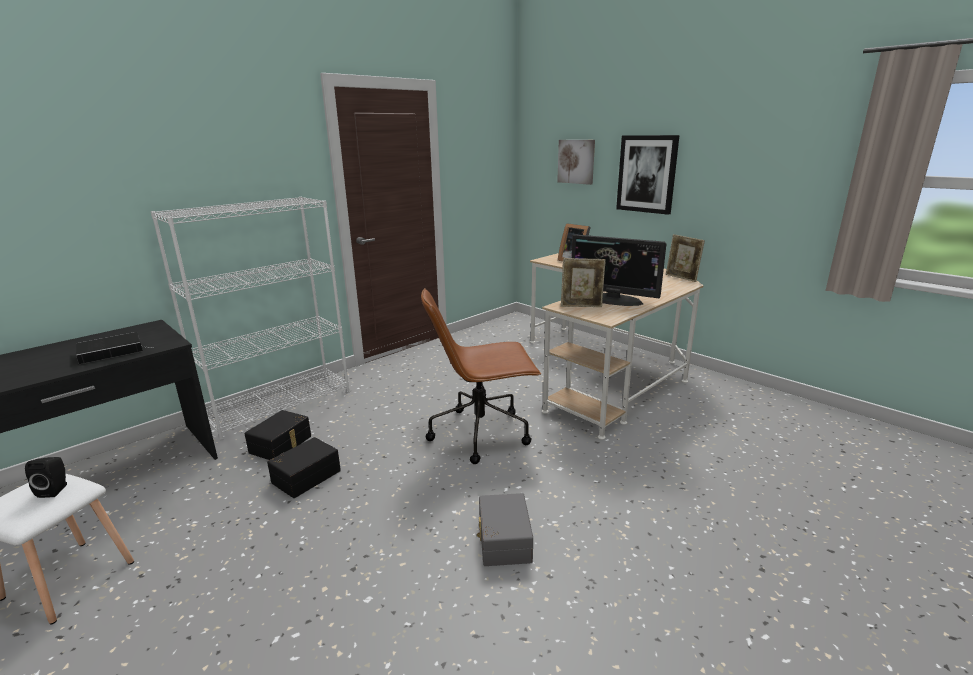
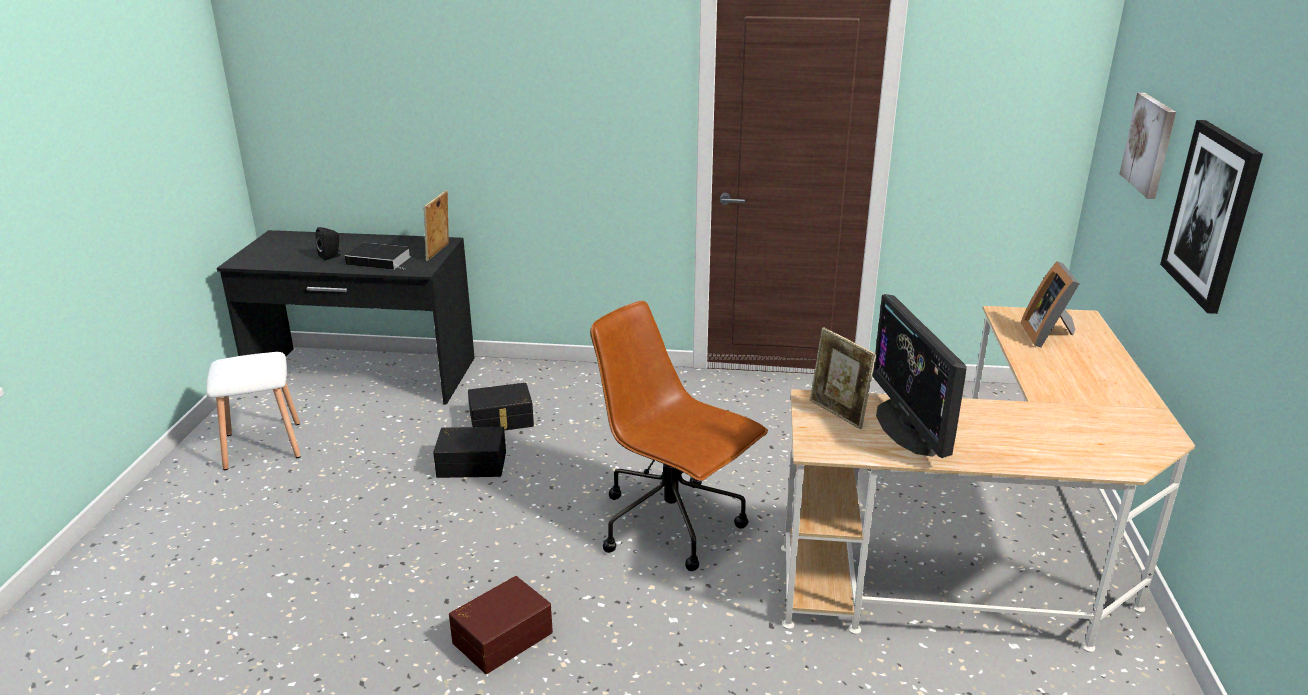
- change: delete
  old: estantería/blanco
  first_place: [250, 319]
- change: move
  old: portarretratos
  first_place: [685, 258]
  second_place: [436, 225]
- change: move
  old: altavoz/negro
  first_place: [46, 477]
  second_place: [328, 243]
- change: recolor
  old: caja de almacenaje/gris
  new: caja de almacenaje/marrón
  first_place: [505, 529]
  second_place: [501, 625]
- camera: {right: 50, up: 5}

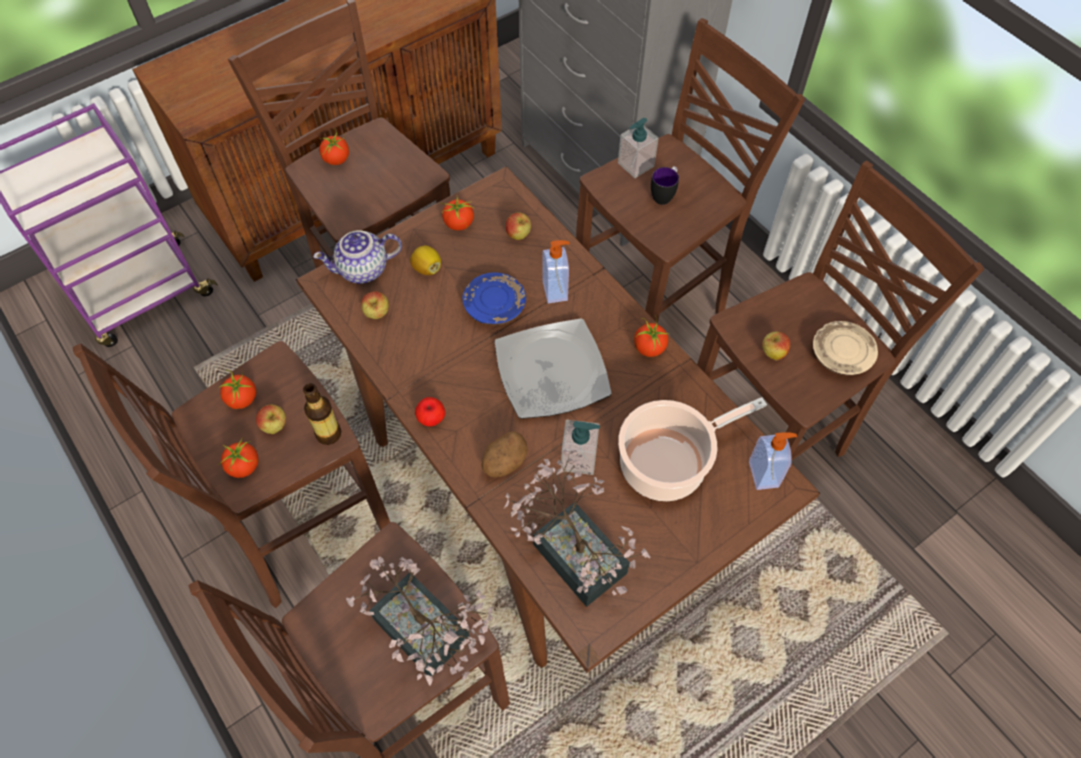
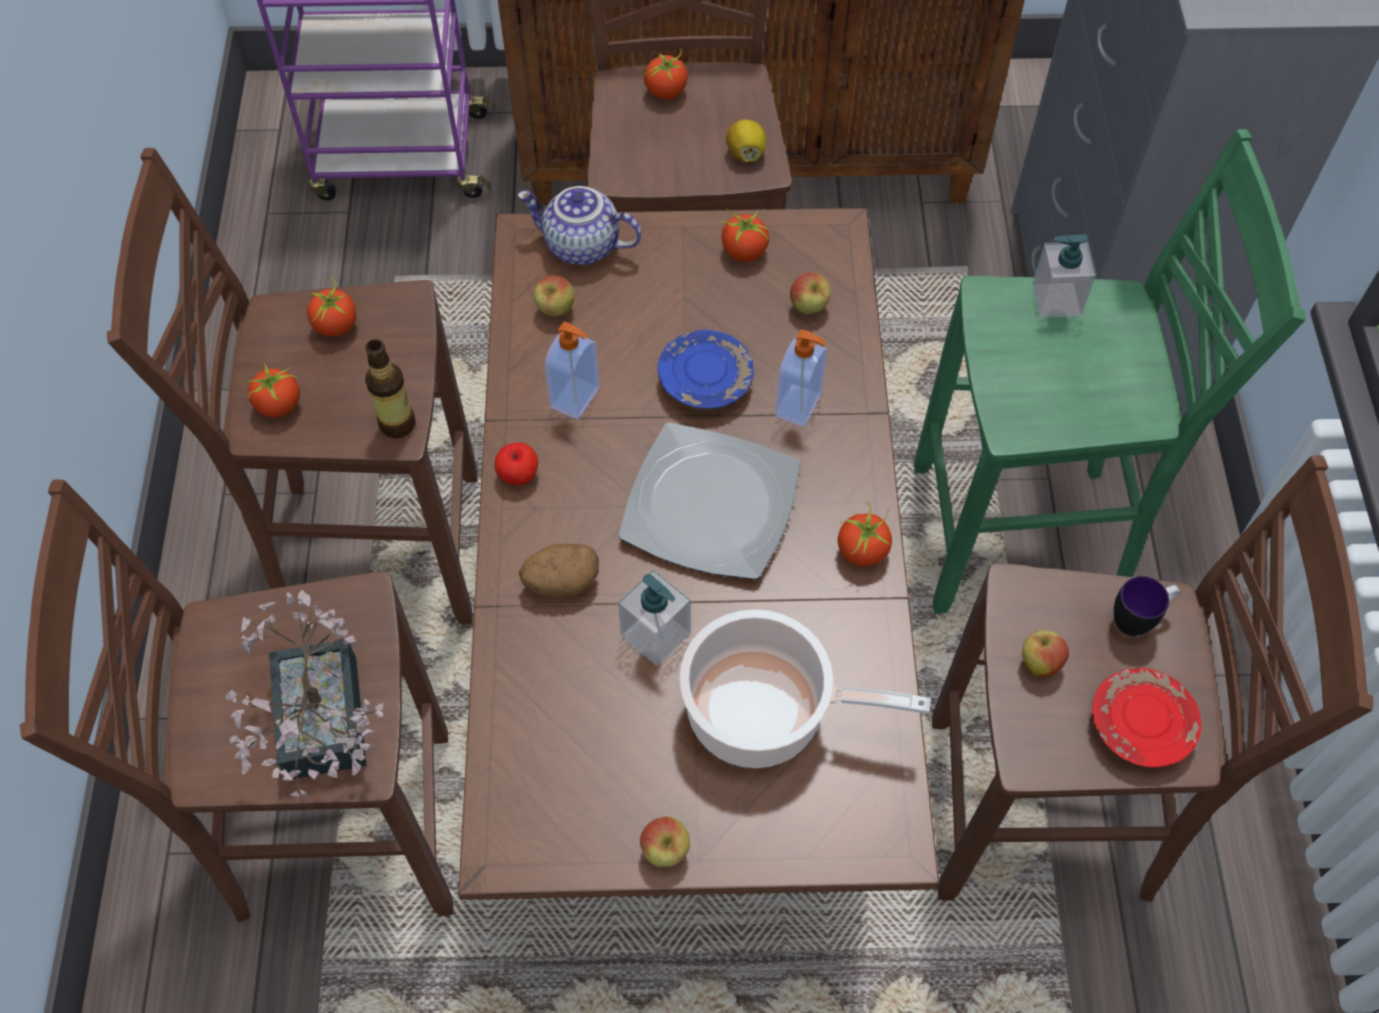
- change: recolor
  old: taburete/marrón
  new: taburete/verde
  first_place: [690, 170]
  second_place: [1110, 371]
- change: move
  old: taza grande
  first_place: [665, 185]
  second_place: [1147, 606]
- change: move
  old: limón
  first_place: [425, 260]
  second_place: [746, 140]
- change: recolor
  old: plato/beis
  new: plato/rojo
  first_place: [845, 348]
  second_place: [1146, 717]
- change: move
  old: manzana
  first_place: [271, 419]
  second_place: [665, 842]
- change: move
  old: dispensador de jabón
  first_place: [773, 461]
  second_place: [572, 371]
- change: delete
  old: planta en maceta
  first_place: [577, 528]
- camera: {right: 35, up: 0}

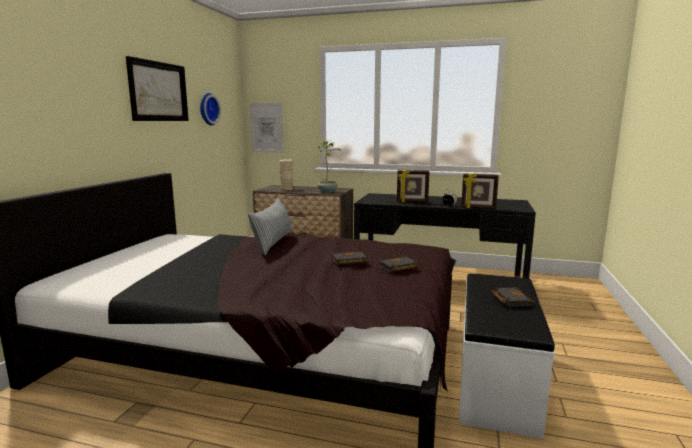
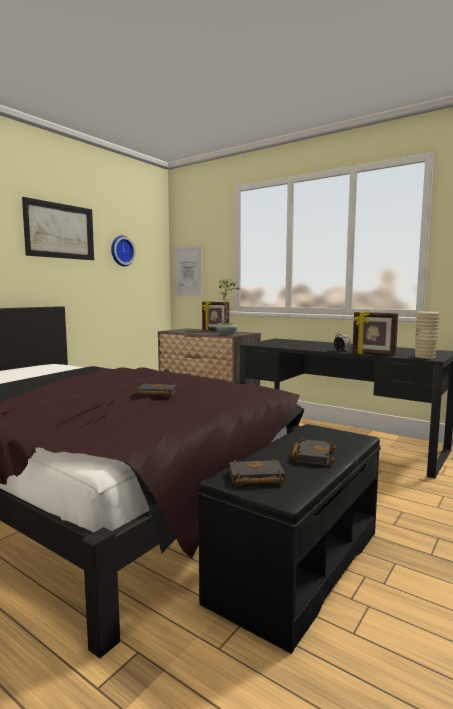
- change: move
  old: florero/beis
  first_place: [286, 174]
  second_place: [427, 335]
- change: move
  old: portarretratos
  first_place: [413, 186]
  second_place: [215, 316]
- change: delete
  old: cojín
  first_place: [270, 226]
- change: move
  old: libro/negro
  first_place: [399, 264]
  second_place: [257, 472]
- change: recolor
  old: banco/blanco
  new: banco/negro
  first_place: [507, 356]
  second_place: [289, 539]
- camera: {right: 20, up: -5}

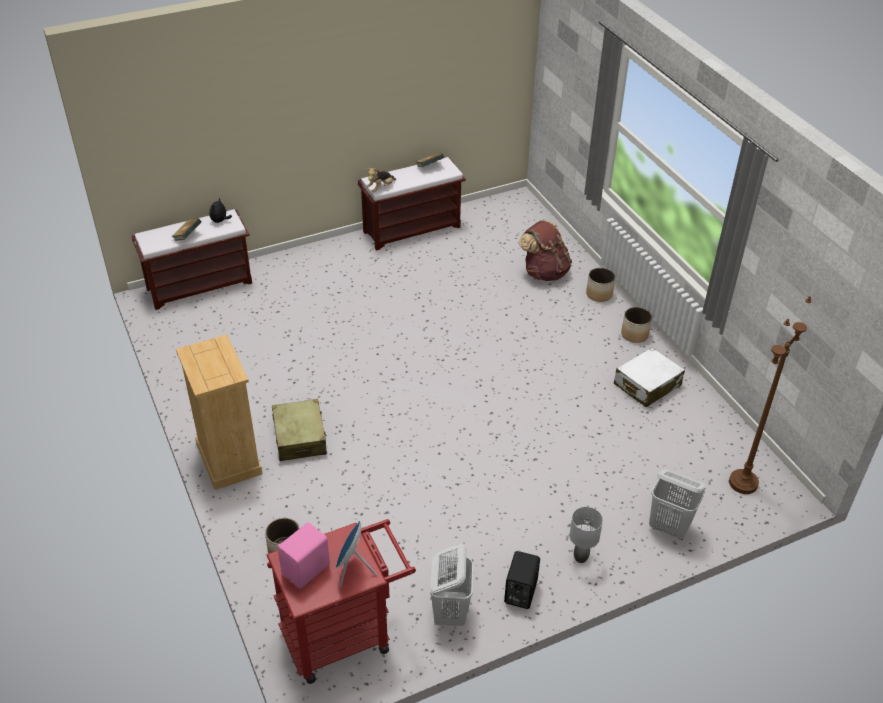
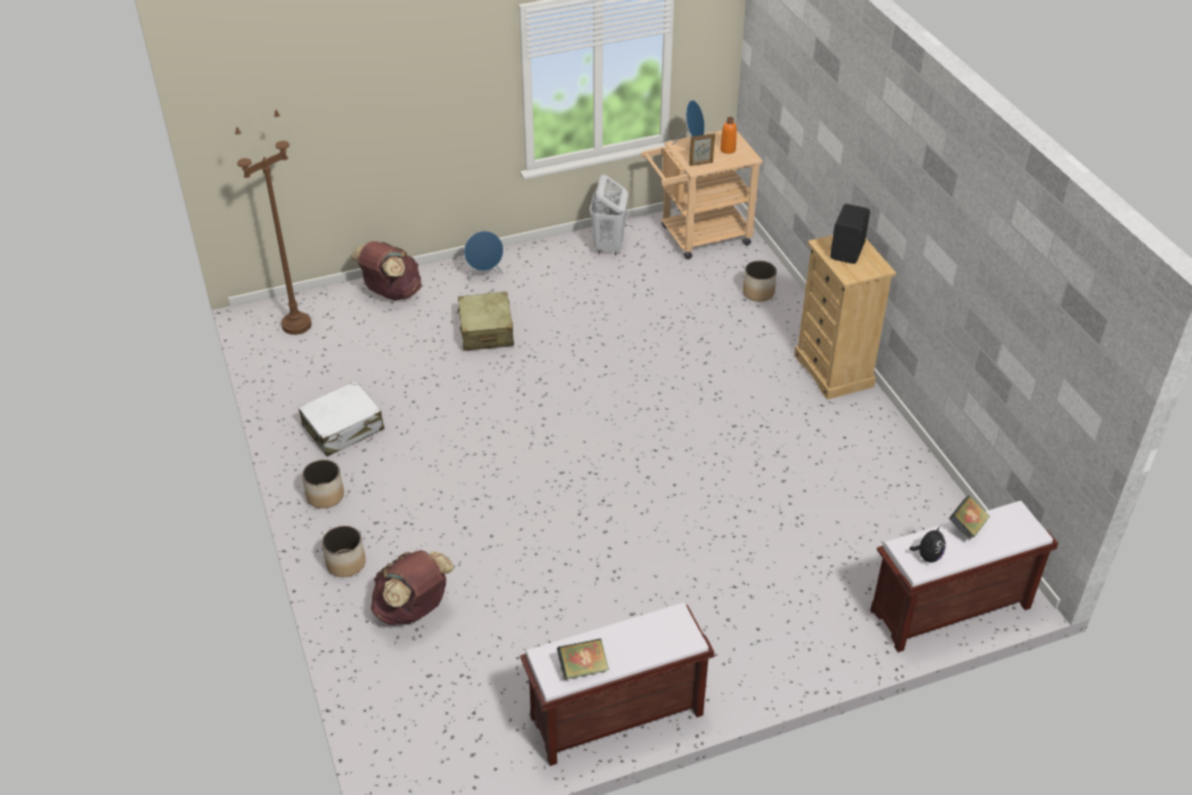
- change: delete
  old: peluche
  first_place: [381, 180]
- change: move
  old: maleta/beis
  first_place: [299, 430]
  second_place: [485, 321]
- change: replace
  old: cesto de la ropa/blanco
  new: mochila/marrón
  first_place: [677, 504]
  second_place: [386, 271]
- change: replace
  old: lámpara de mesa/gris
  new: altavoz/azul
  first_place: [586, 535]
  second_place: [483, 256]
- change: recolor
  old: carrito/rojo
  new: carrito/beis
  first_place: [341, 601]
  second_place: [702, 194]
- change: replace
  old: altavoz/rosa
  new: botella/naranja
  first_place: [303, 555]
  second_place: [728, 135]
- change: move
  old: altavoz/negro
  first_place: [522, 580]
  second_place: [850, 234]
- change: insert
  new: portarretratos
  second_place: [702, 149]
- camera: {right: -175, up: 0}

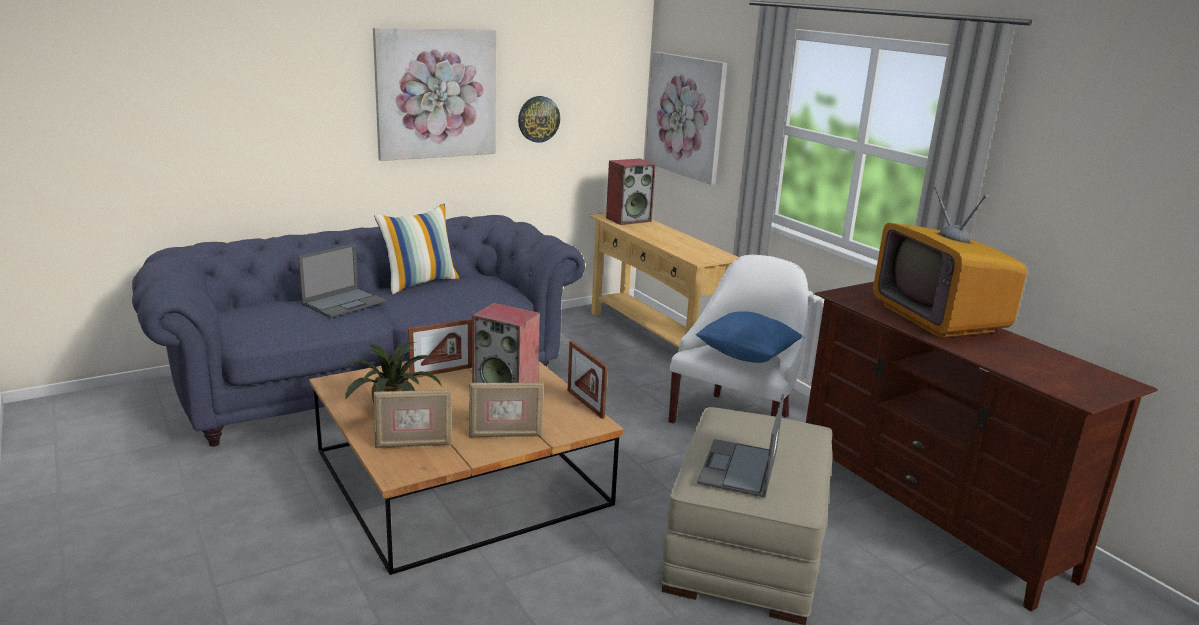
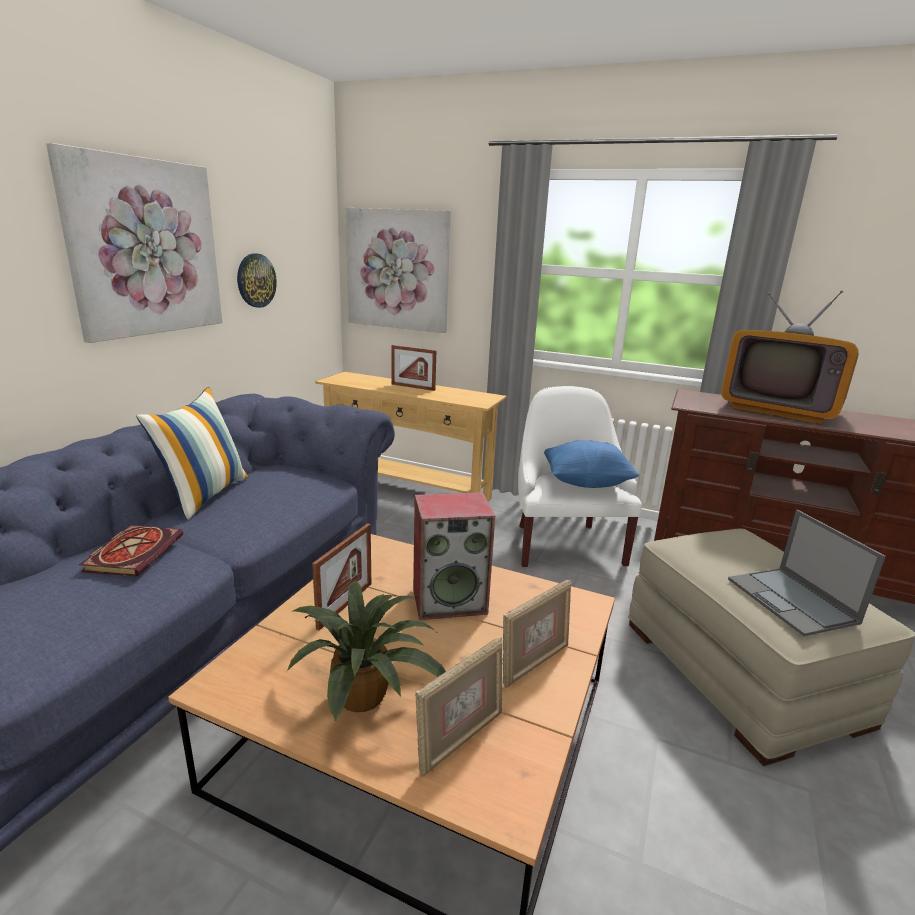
- change: delete
  old: altavoz
  first_place: [631, 191]
- change: replace
  old: portátil
  new: libro
  first_place: [342, 281]
  second_place: [131, 550]
- change: move
  old: portarretratos
  first_place: [587, 380]
  second_place: [413, 368]
- camera: {right: -35, up: 0}

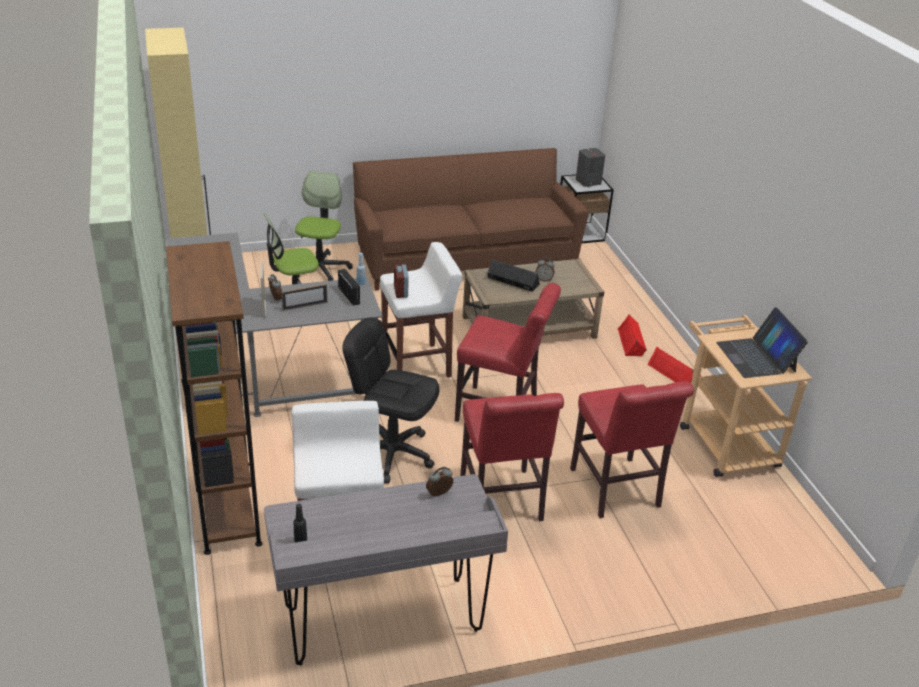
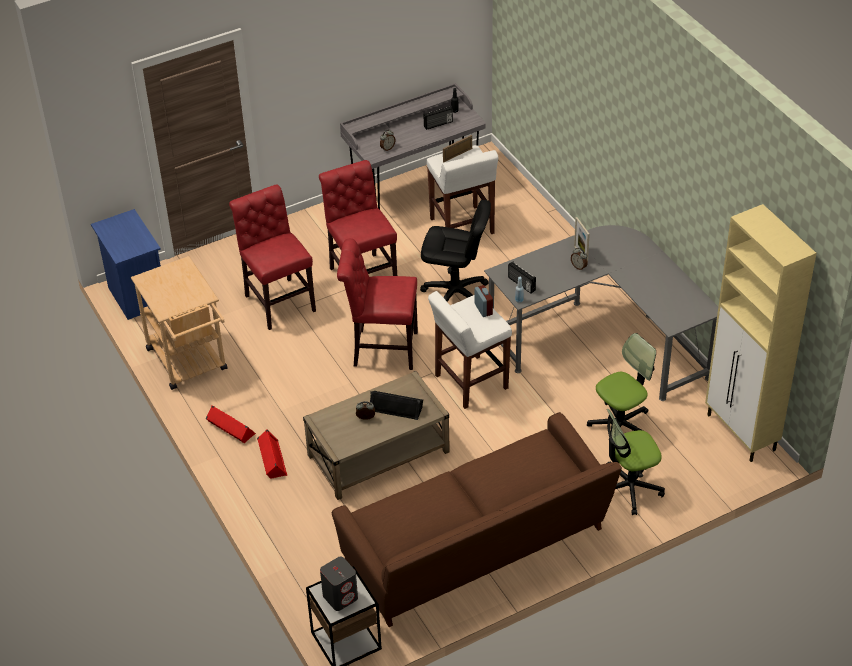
- change: rotate
  old: silla de oficina
  first_place: [324, 226]
  second_place: [636, 462]
  degrees: 75
- change: delete
  old: estantería/marrón
  first_place: [214, 398]
- change: move
  old: portarretratos
  first_place: [304, 297]
  second_place: [457, 148]
- change: delete
  old: portátil
  first_place: [762, 342]
- change: insert
  new: radio
  second_place: [438, 118]
- change: insert
  new: mesita de noche/azul
  second_place: [126, 264]
- camera: {right: 170, up: 10}

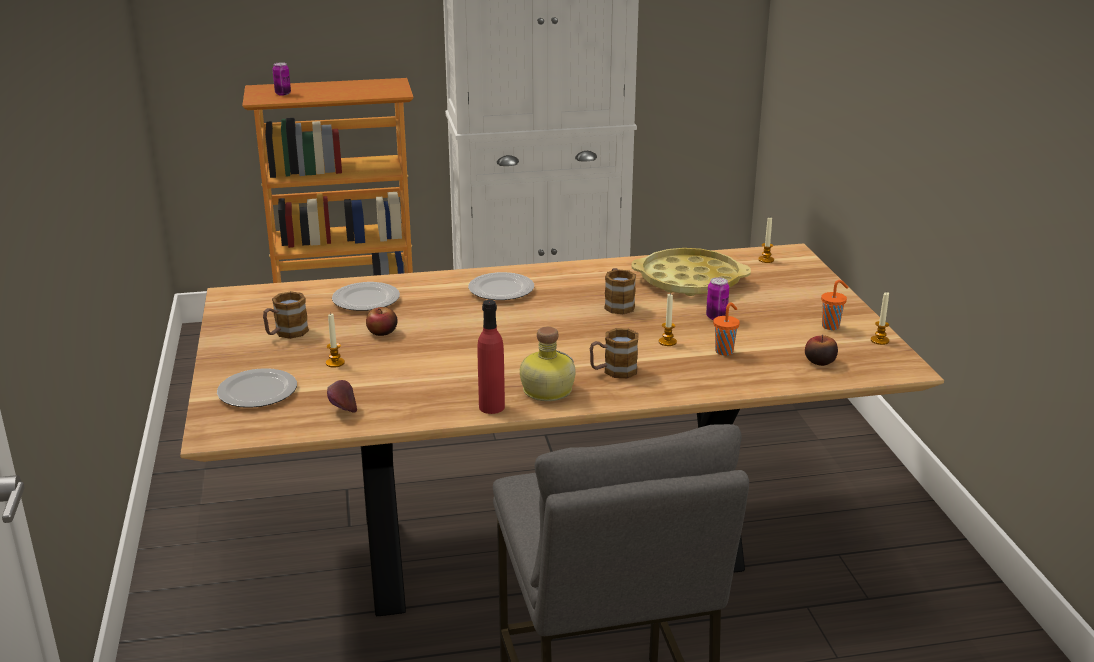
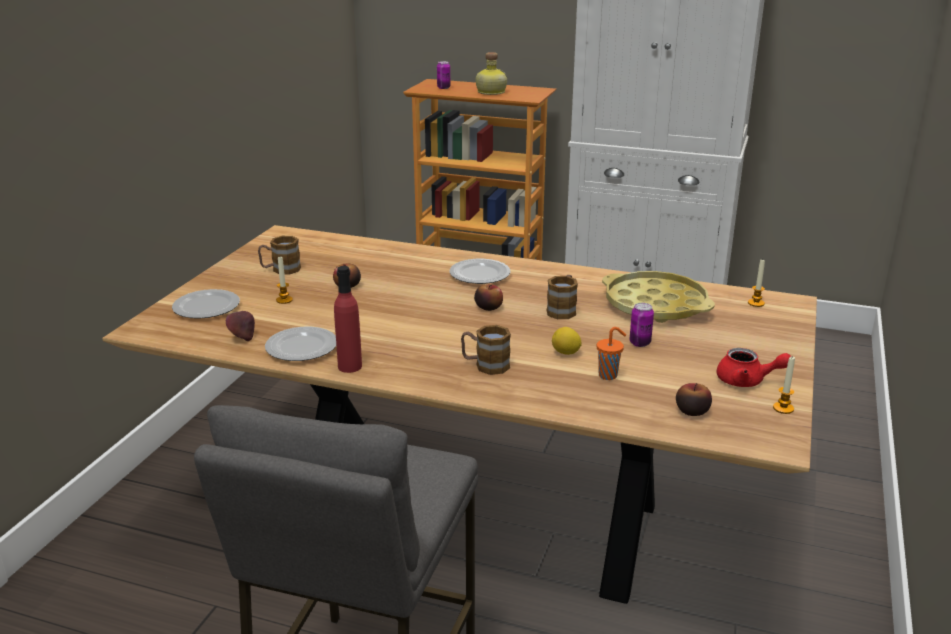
- change: replace
  old: taza/naranja
  new: tetera/rojo
  first_place: [834, 305]
  second_place: [754, 367]
- change: move
  old: plato
  first_place: [366, 296]
  second_place: [300, 344]
- change: replace
  old: vela
  new: limón
  first_place: [668, 320]
  second_place: [566, 341]
- change: move
  old: botella
  first_place: [548, 364]
  second_place: [491, 73]
- change: insert
  new: manzana
  second_place: [488, 297]
- camera: {right: 30, up: 0}

